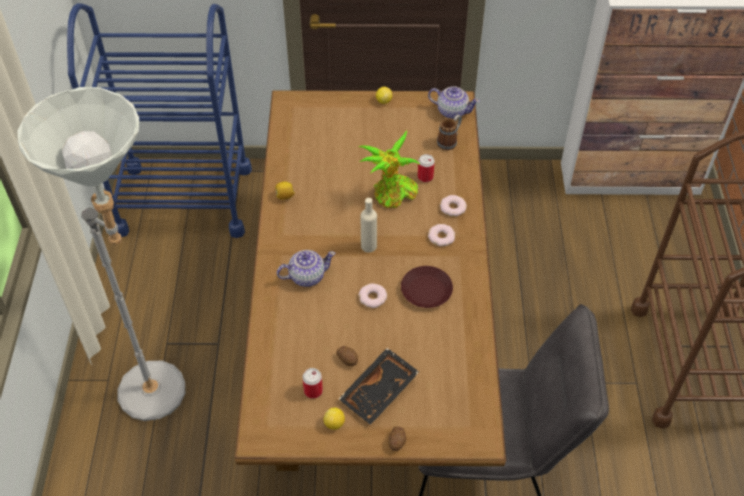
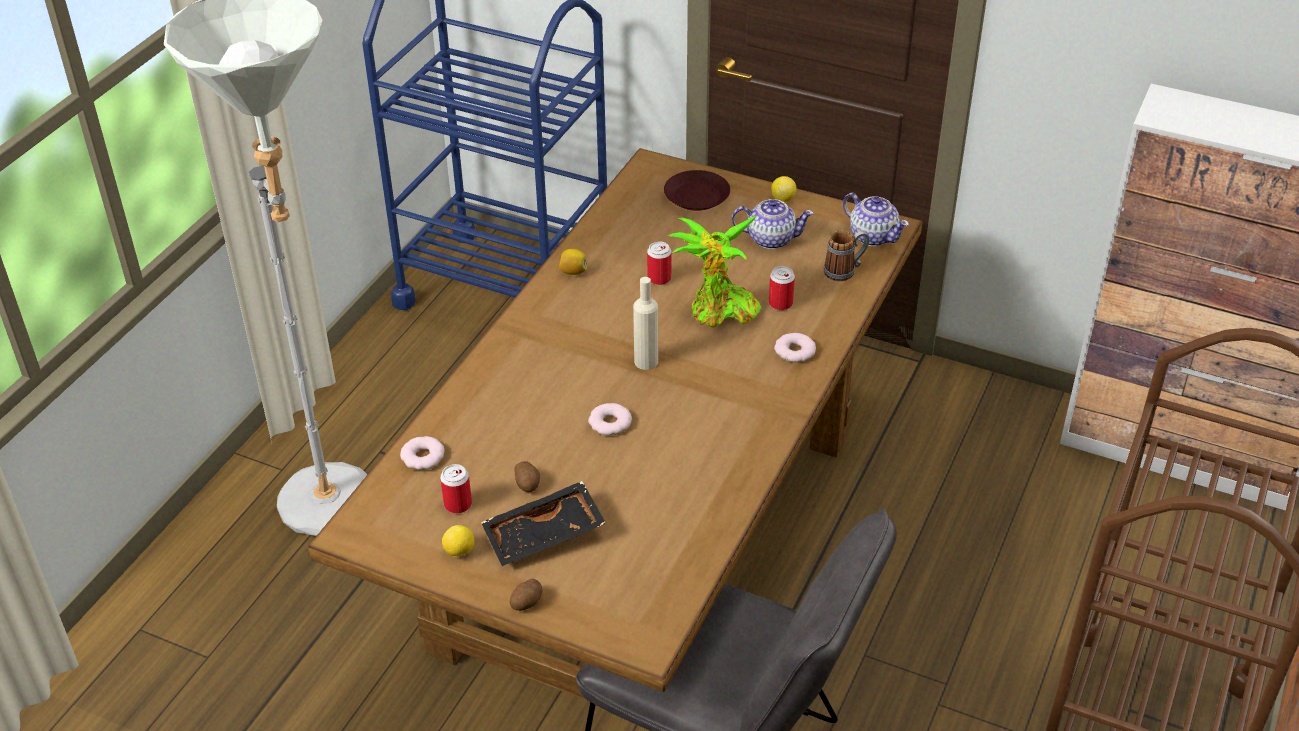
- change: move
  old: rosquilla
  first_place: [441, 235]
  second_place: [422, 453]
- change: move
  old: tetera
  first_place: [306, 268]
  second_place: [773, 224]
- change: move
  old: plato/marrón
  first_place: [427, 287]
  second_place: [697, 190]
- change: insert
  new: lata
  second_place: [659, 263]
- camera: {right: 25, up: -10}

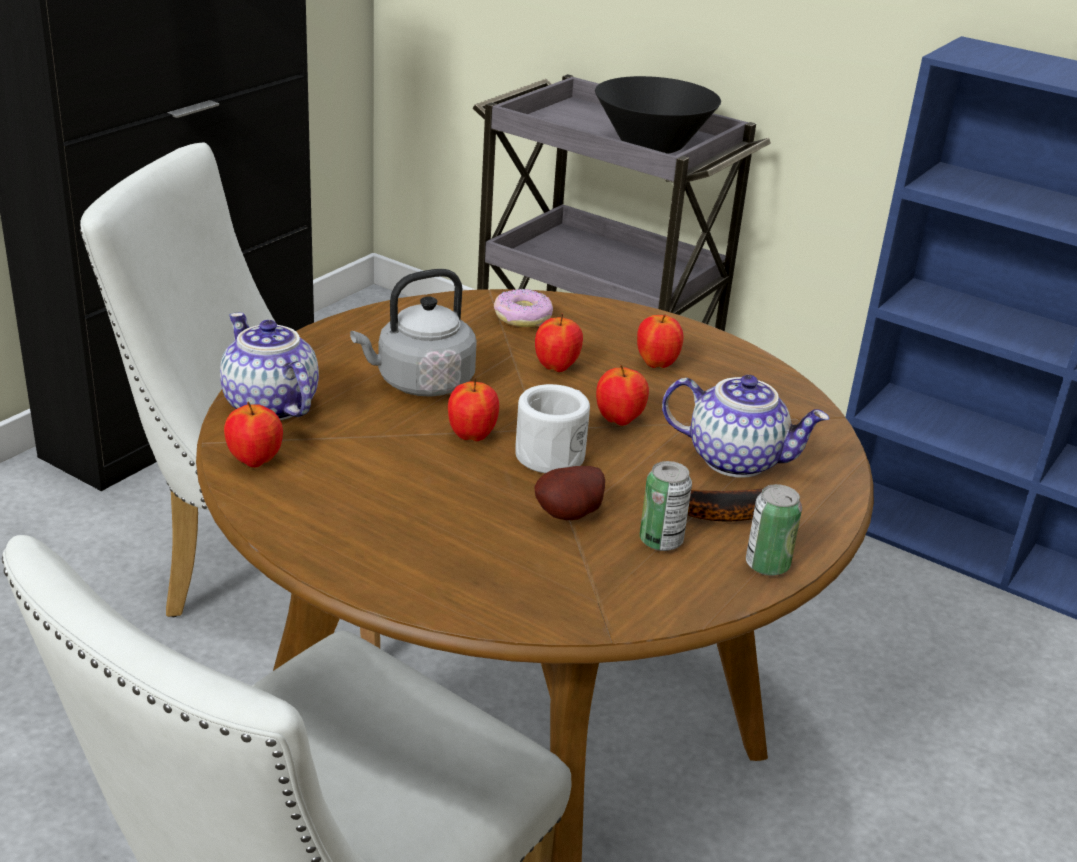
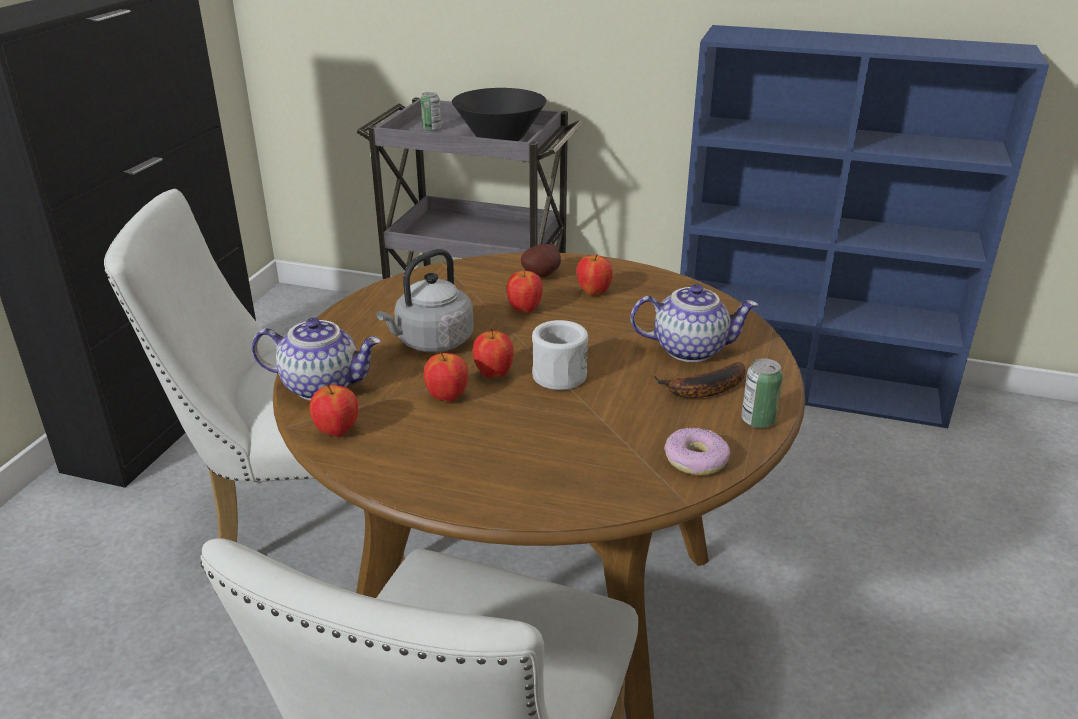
- change: move
  old: rosquilla
  first_place: [523, 308]
  second_place: [697, 451]
- change: rotate
  old: tetera
  first_place: [269, 366]
  second_place: [316, 359]
  degrees: 150
- change: move
  old: manzana
  first_place: [622, 395]
  second_place: [446, 377]
- change: move
  old: lata
  first_place: [666, 506]
  second_place: [431, 111]
- change: move
  old: patata
  first_place: [569, 493]
  second_place: [541, 260]
- camera: {right: -15, up: 0}

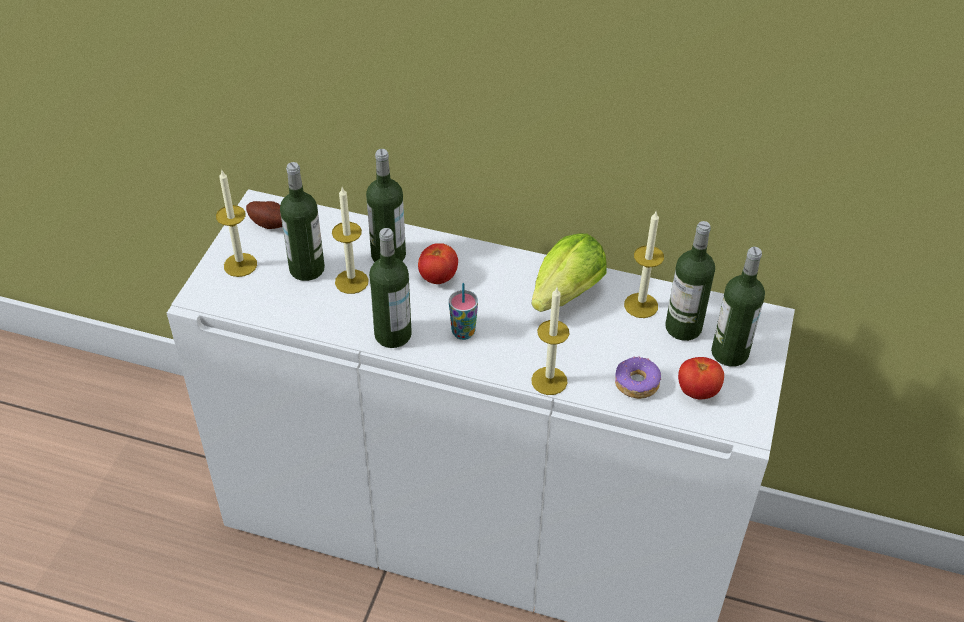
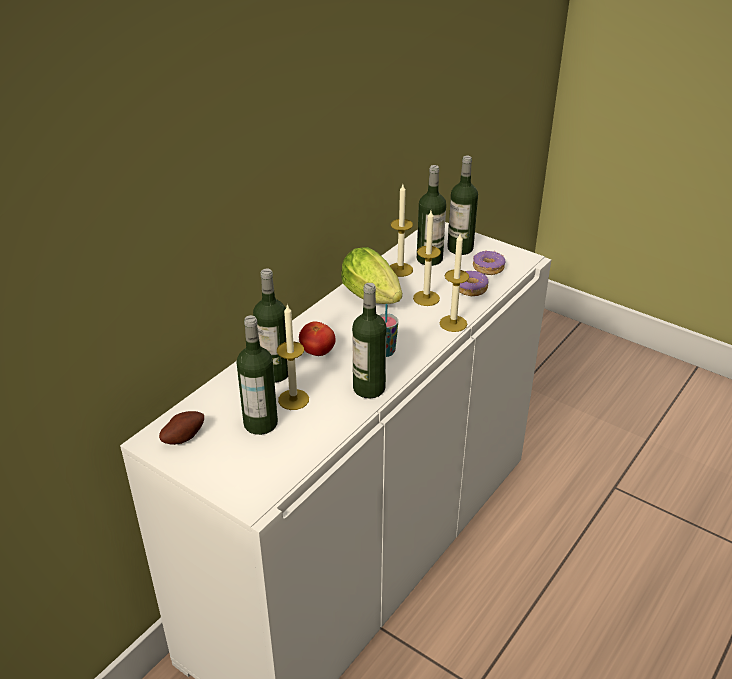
- change: move
  old: vela
  first_place: [236, 223]
  second_place: [427, 258]
- change: replace
  old: tomate
  new: rosquilla
  first_place: [701, 378]
  second_place: [489, 263]
- camera: {right: -70, up: -10}

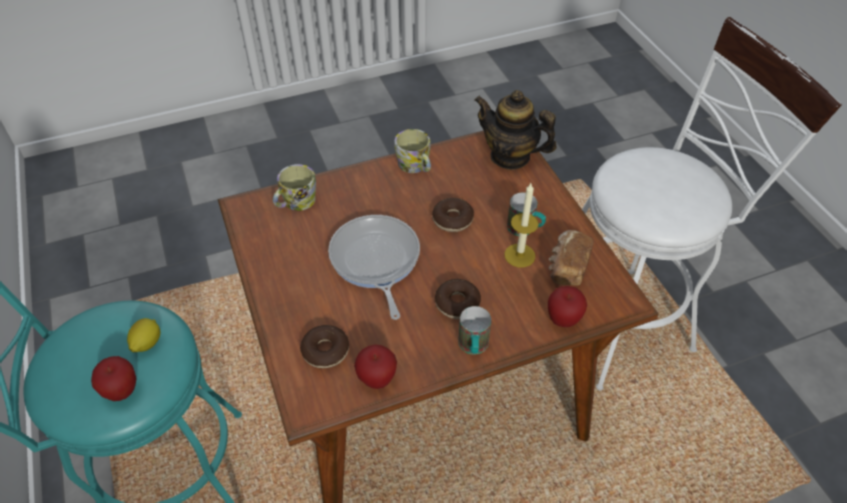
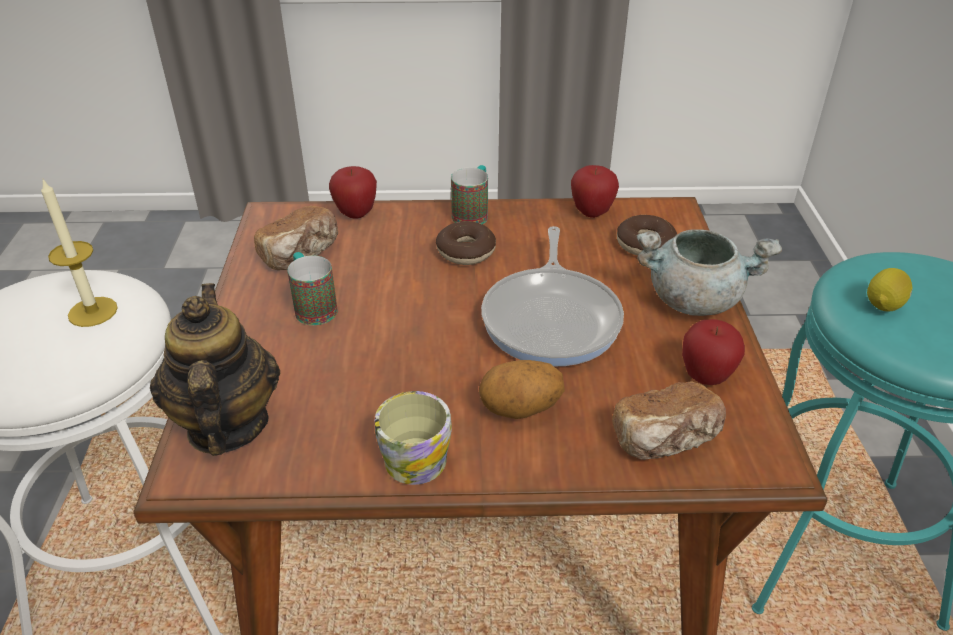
- change: rotate
  old: tetera
  first_place: [515, 130]
  second_place: [215, 369]
  degrees: -150
- change: replace
  old: taza grande
  new: pan
  first_place: [294, 187]
  second_place: [669, 420]
- change: move
  old: vela
  first_place: [521, 225]
  second_place: [79, 252]
- change: delete
  old: rosquilla
  first_place: [453, 215]
- change: move
  old: manzana
  first_place: [113, 378]
  second_place: [713, 352]
- change: insert
  new: olla/gris
  second_place: [709, 272]
- change: insert
  new: patata
  second_place: [522, 389]
- camera: {right: -160, up: -10}

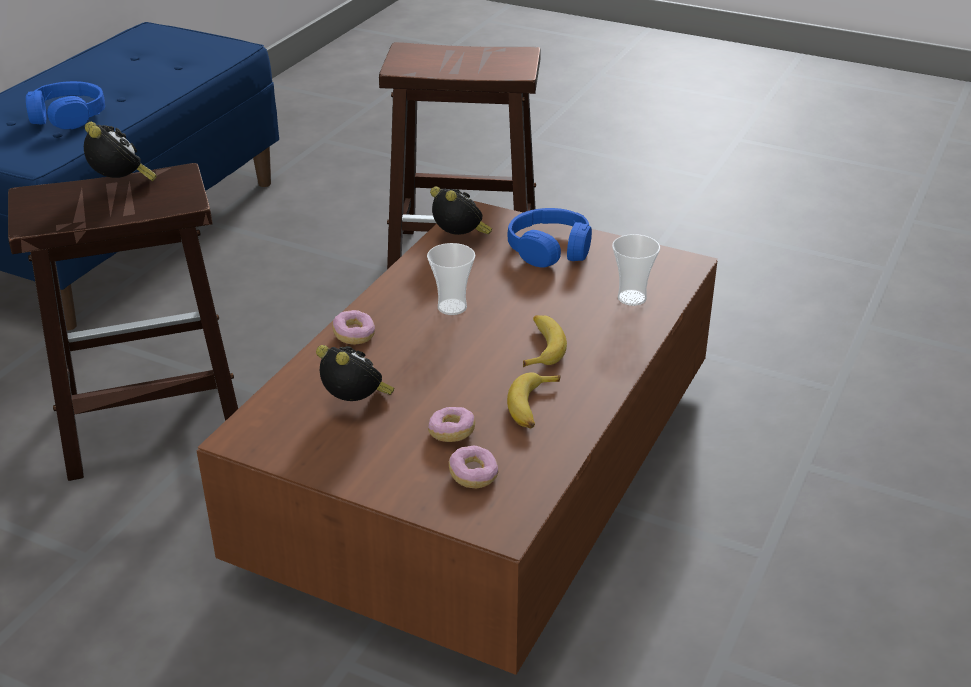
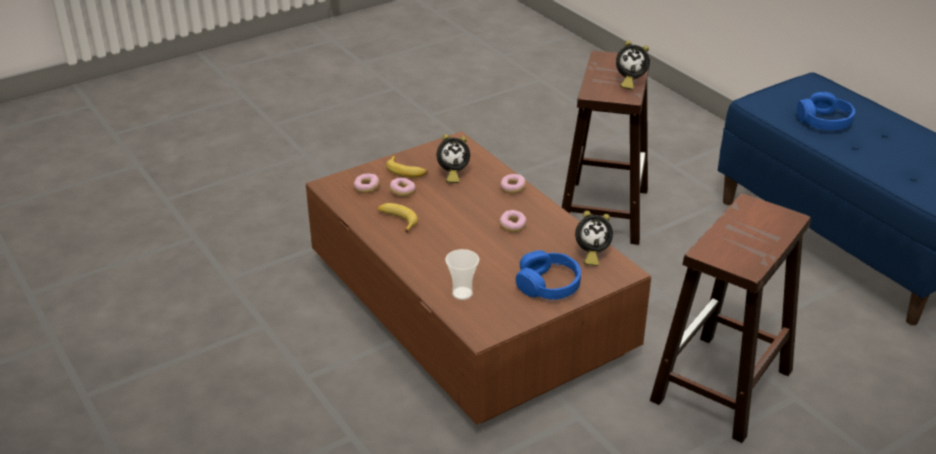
- change: replace
  old: taza
  new: rosquilla
  first_place: [451, 279]
  second_place: [513, 221]
- change: move
  old: plátano
  first_place: [545, 341]
  second_place: [407, 166]
- camera: {right: 120, up: 0}

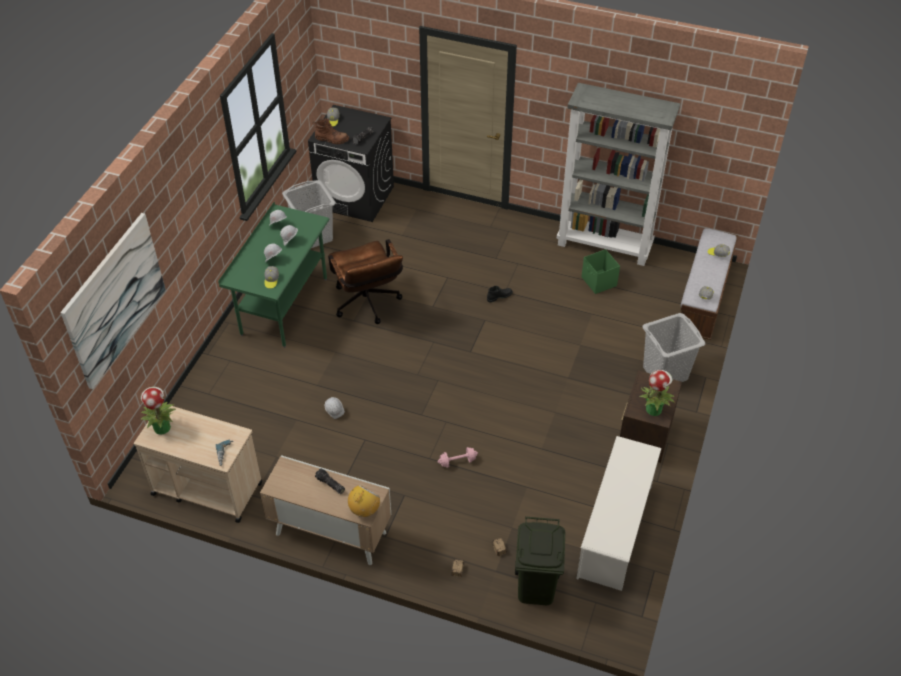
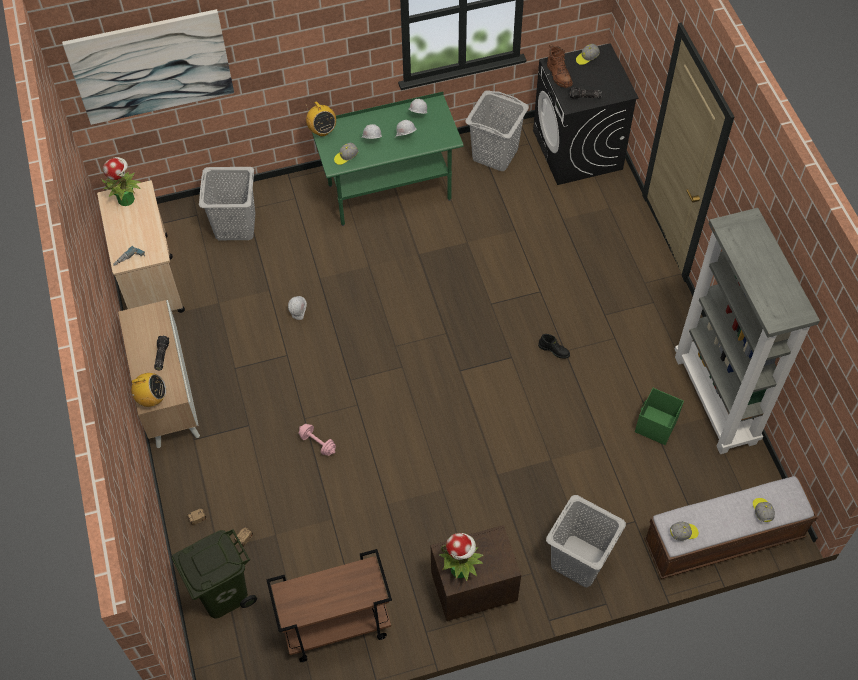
- change: delete
  old: silla de oficina/marrón
  first_place: [365, 281]
- change: replace
  old: zapatero/blanco
  new: carrito/marrón
  first_place: [618, 513]
  second_place: [329, 605]
- change: insert
  new: radio
  second_place: [321, 118]
- change: insert
  new: cesto de la ropa/gris
  second_place: [227, 203]
- camera: {right: 55, up: 10}

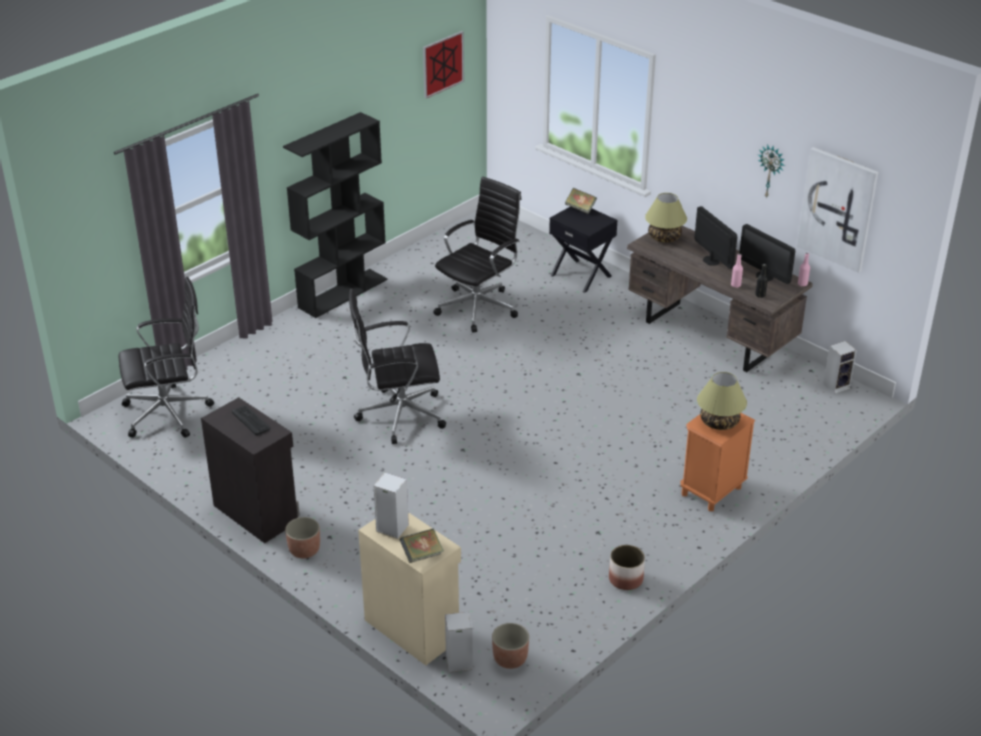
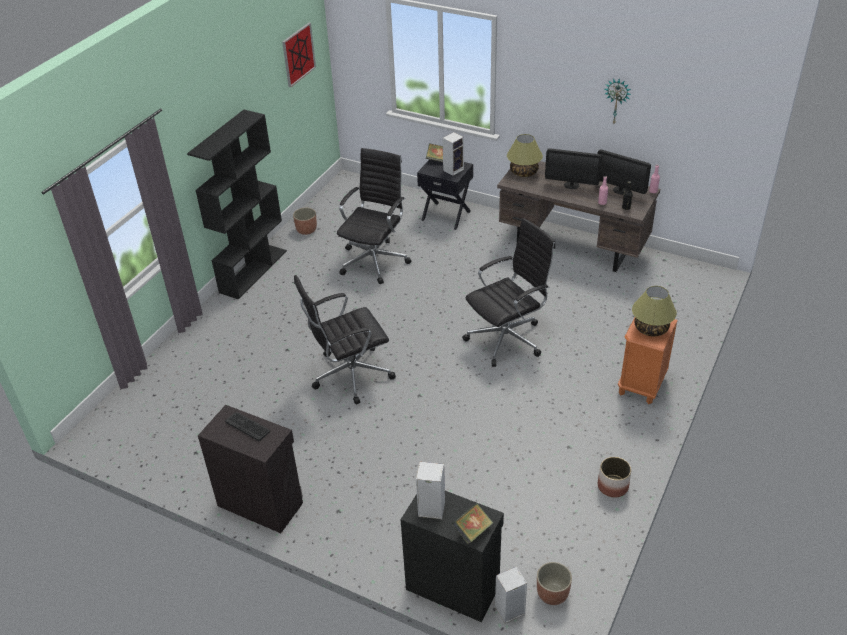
- change: delete
  old: cuadro
  first_place: [837, 210]
- change: rotate
  old: monitor
  first_place: [715, 237]
  second_place: [573, 168]
  degrees: 150
- change: move
  old: silla de oficina/negro
  first_place: [166, 357]
  second_place: [508, 292]
- change: move
  old: altavoz
  first_place: [840, 367]
  second_place: [453, 154]
- change: recolor
  old: armario/beis
  new: armario/negro
  first_place: [409, 588]
  second_place: [452, 556]
- change: move
  old: maceta
  first_place: [302, 537]
  second_place: [305, 221]
- camera: {right: -15, up: 5}

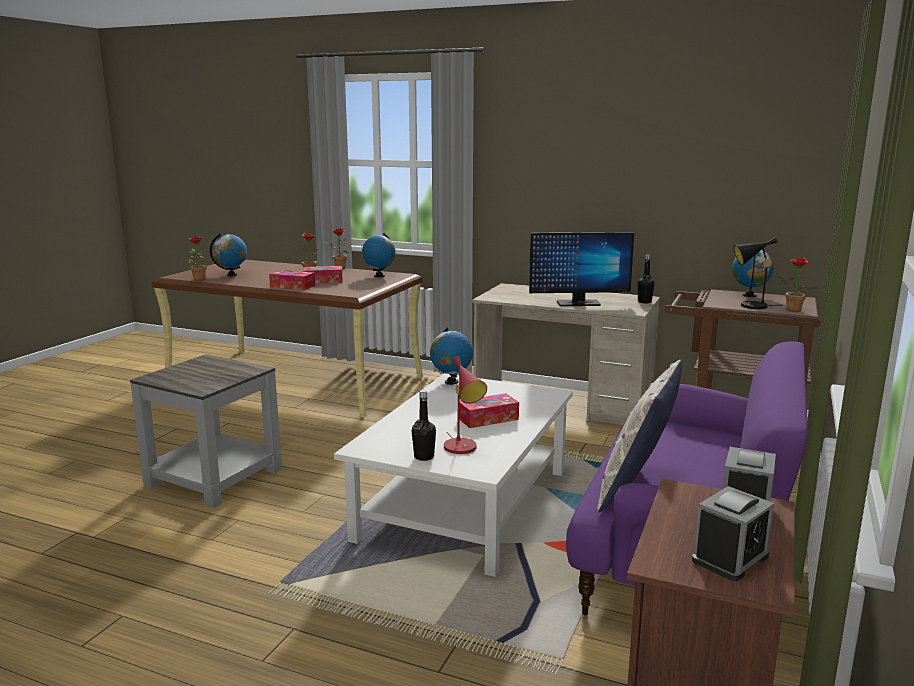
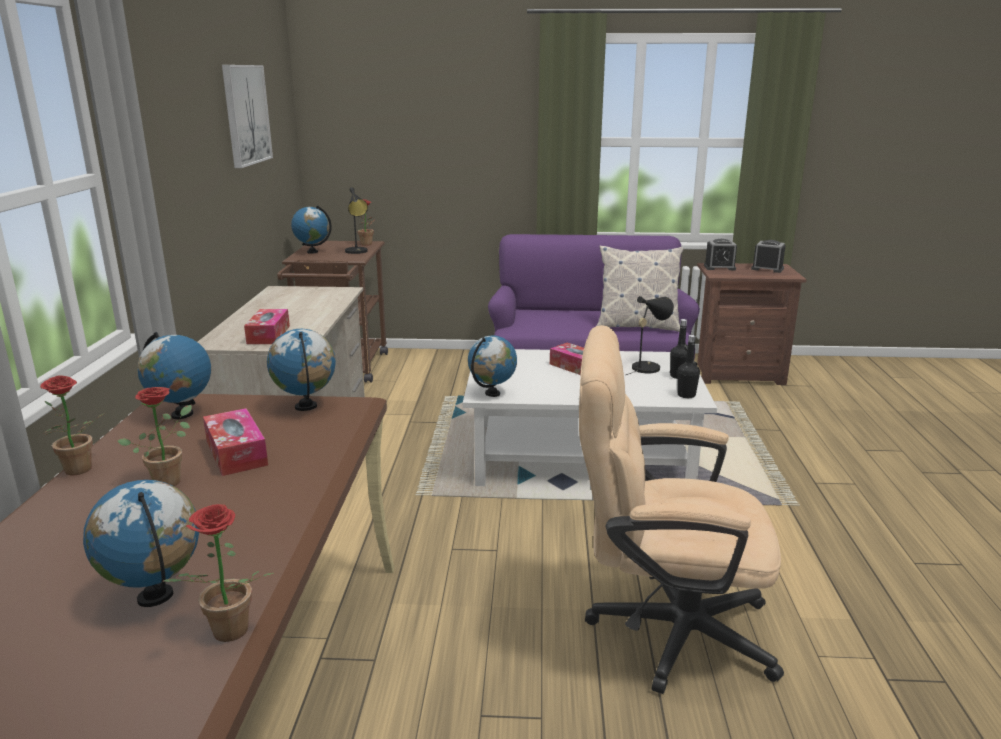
- change: delete
  old: monitor
  first_place: [581, 269]
- change: move
  old: botella/negro
  first_place: [646, 279]
  second_place: [688, 366]
- change: move
  old: caja de pañuelos
  first_place: [292, 280]
  second_place: [267, 326]
- change: replace
  old: mesa auxiliar/gris
  new: silla de oficina/beis
  first_place: [206, 431]
  second_place: [681, 509]
- change: recolor
  old: lámpara de mesa/rojo
  new: lámpara de mesa/negro
  first_place: [465, 405]
  second_place: [650, 335]
- change: insert
  new: cuadro
  second_place: [247, 116]
- change: insert
  new: globo terráqueo
  second_place: [301, 370]
- camera: {right: -110, up: 5}

